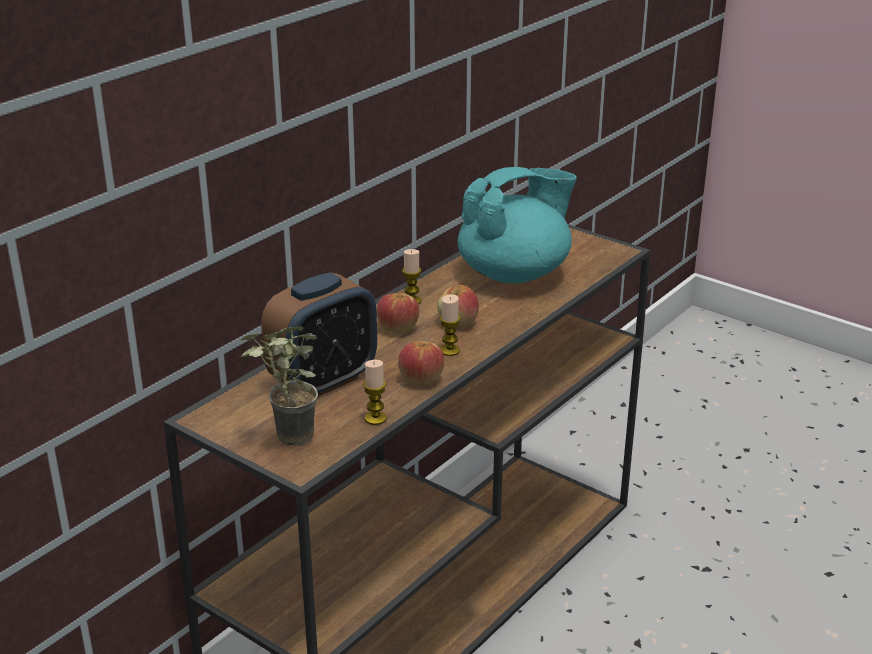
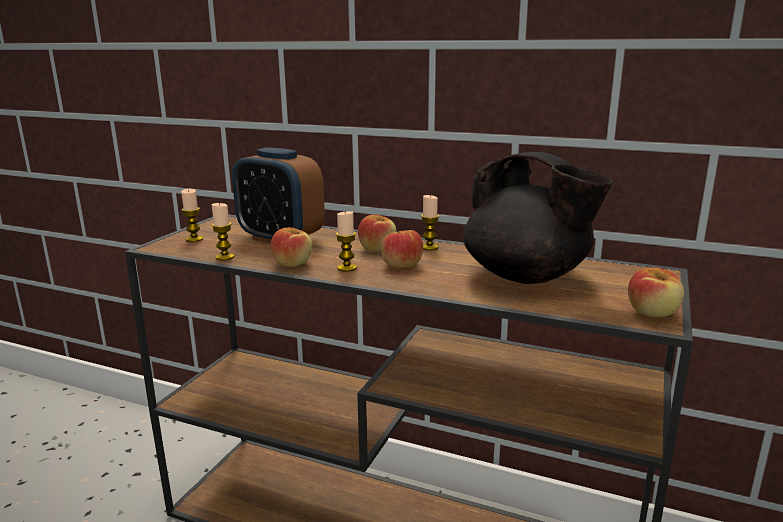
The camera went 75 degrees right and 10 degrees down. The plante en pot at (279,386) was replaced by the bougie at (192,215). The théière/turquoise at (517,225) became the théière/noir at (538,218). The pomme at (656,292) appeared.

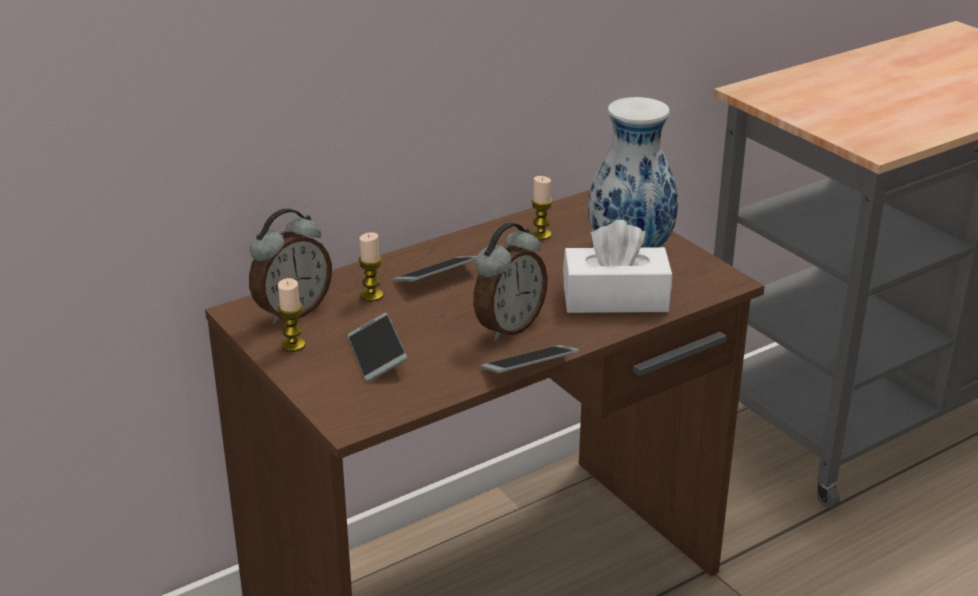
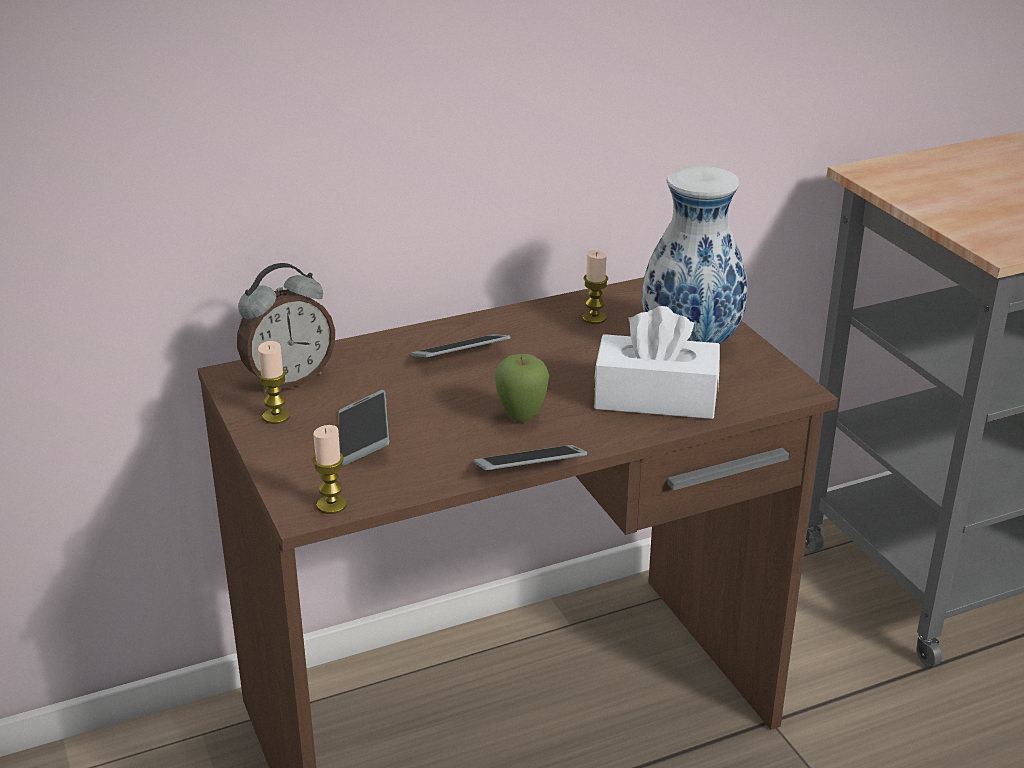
The camera went 10 degrees right and 0 degrees up. The bougie moved from (370,266) to (329,469). The réveil at (510,281) was replaced by the pomme at (522,388).

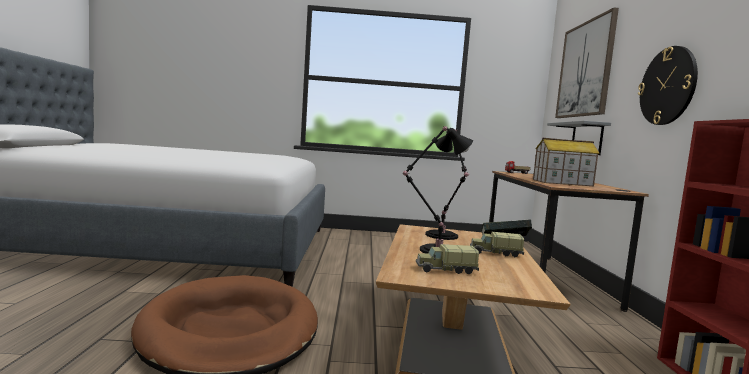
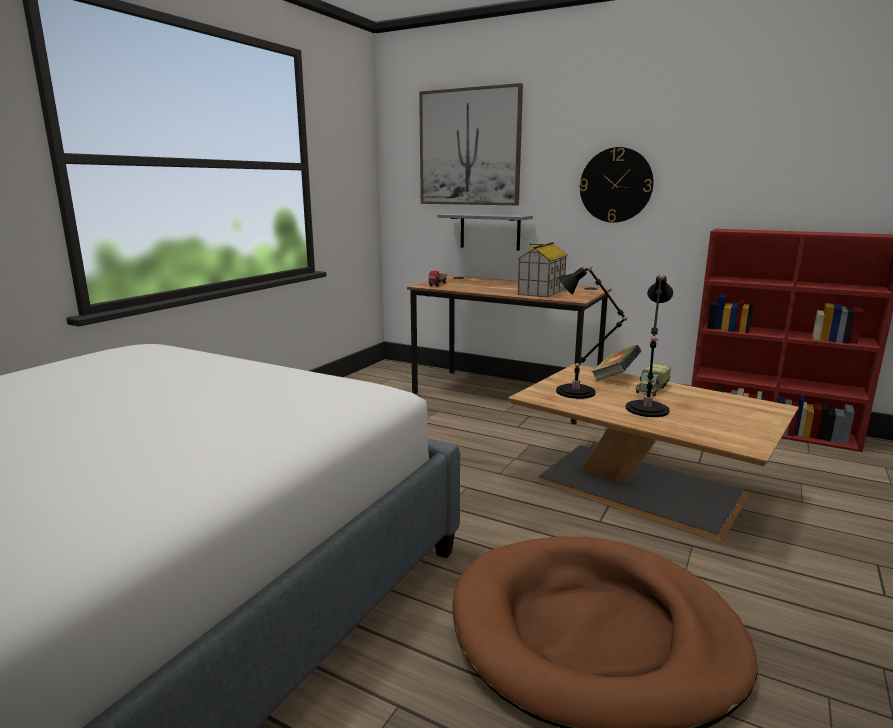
The camera went 60 degrees left and 10 degrees up. The camion jouet at (447,259) disappeared.

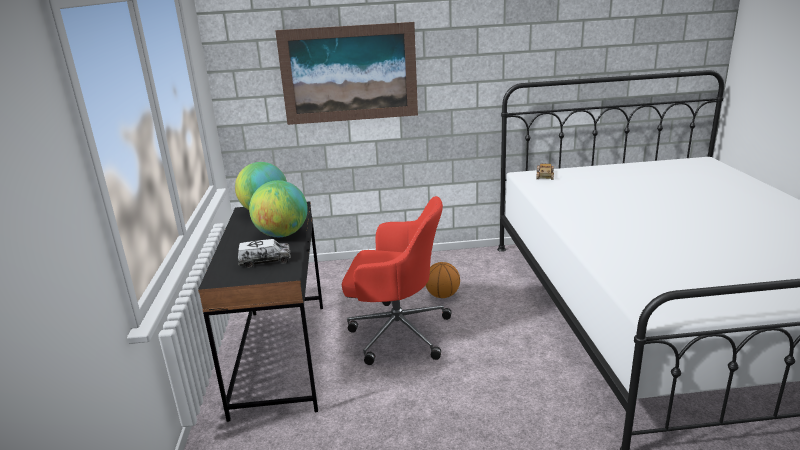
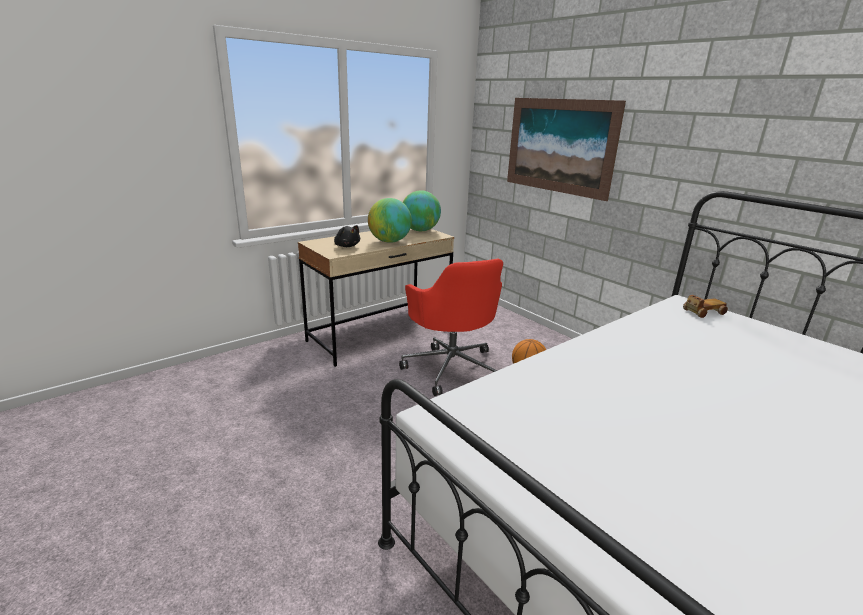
The camera went 55 degrees right and 0 degrees up. The bureau/noir at (260,312) became the bureau/beige at (376,297). The camion jouet at (264,253) was replaced by the peluche/noir at (347,236).

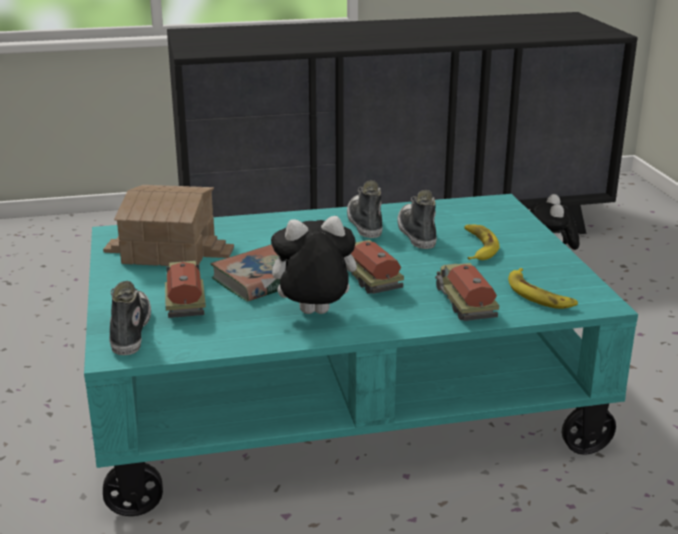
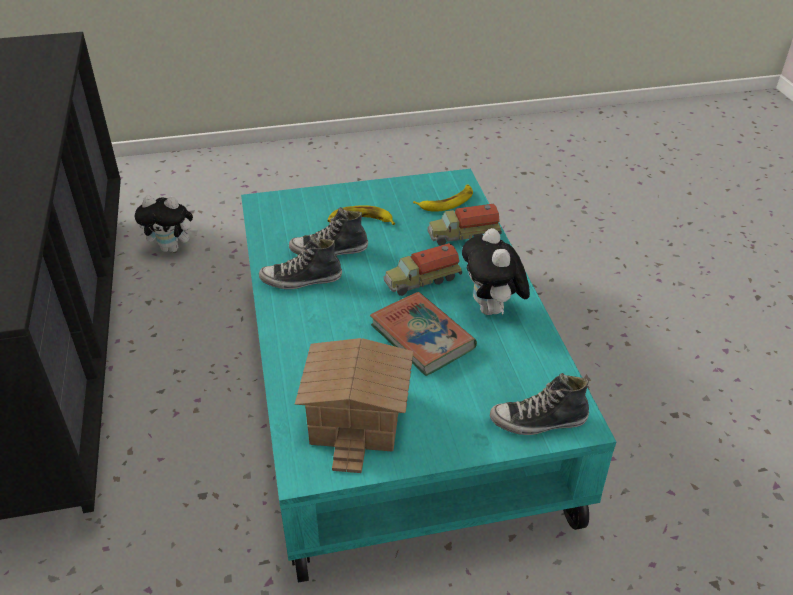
The camera went 90 degrees left and 15 degrees up. The camion jouet at (185,289) disappeared.

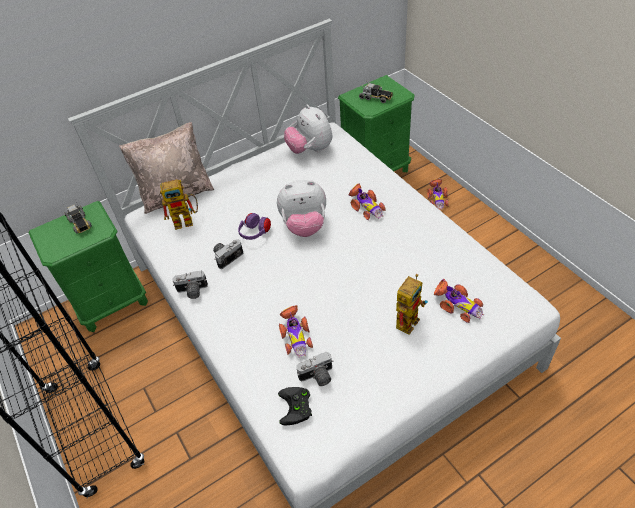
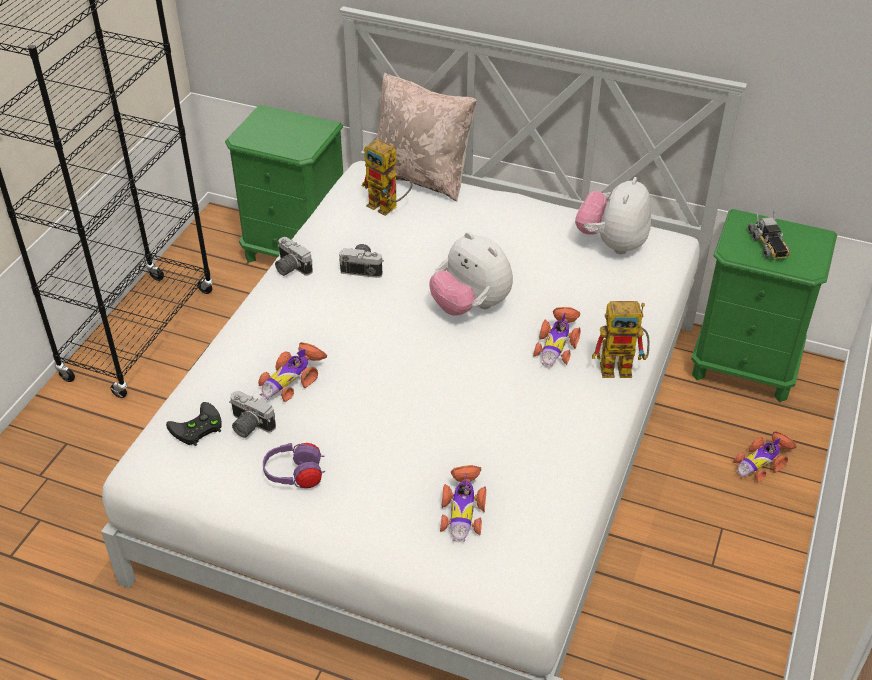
The camera went 50 degrees right and 5 degrees down. The casque audio/violet moved from (254,226) to (294,465). The robot jouet moved from (412,304) to (620,339). The camion jouet at (77,216) disappeared.

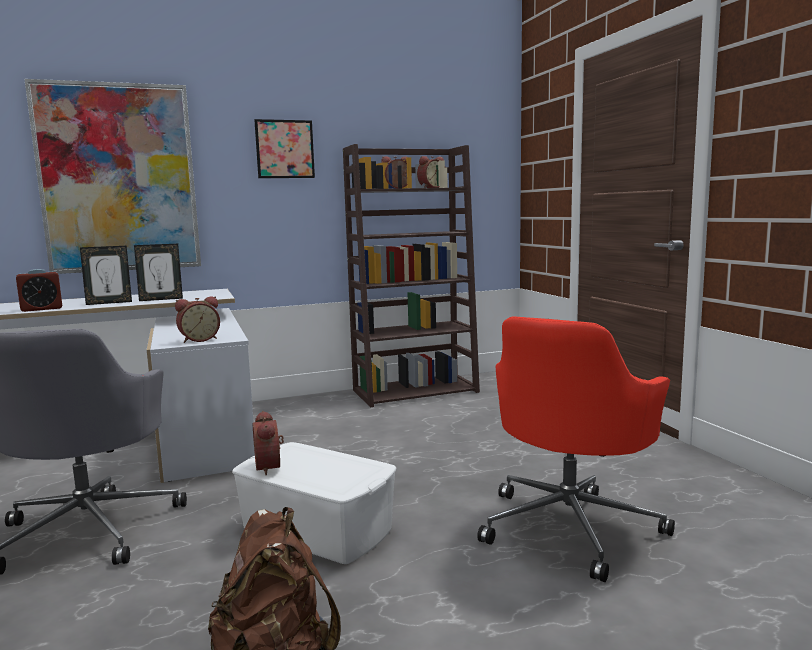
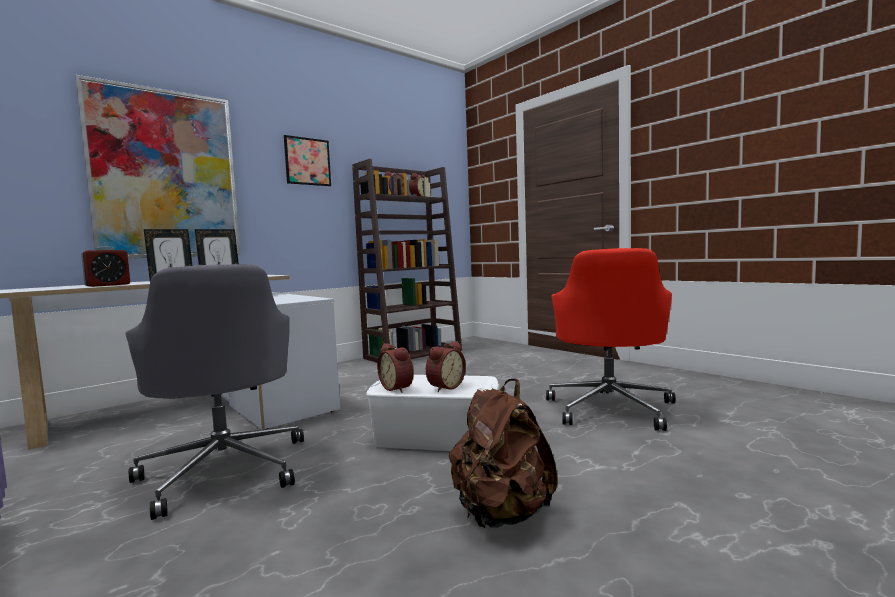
The camera went 20 degrees left and 5 degrees down. The réveil moved from (197,319) to (446,366).

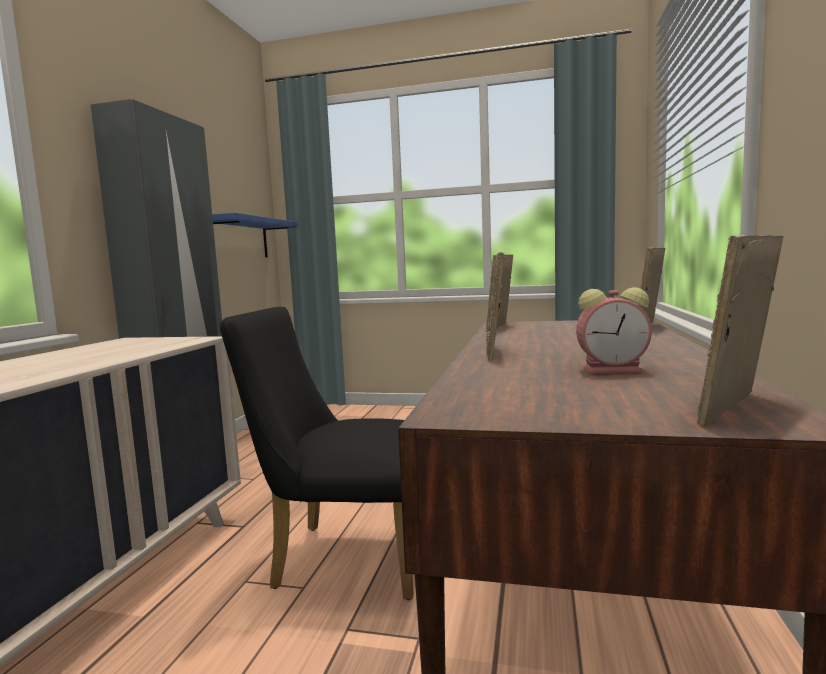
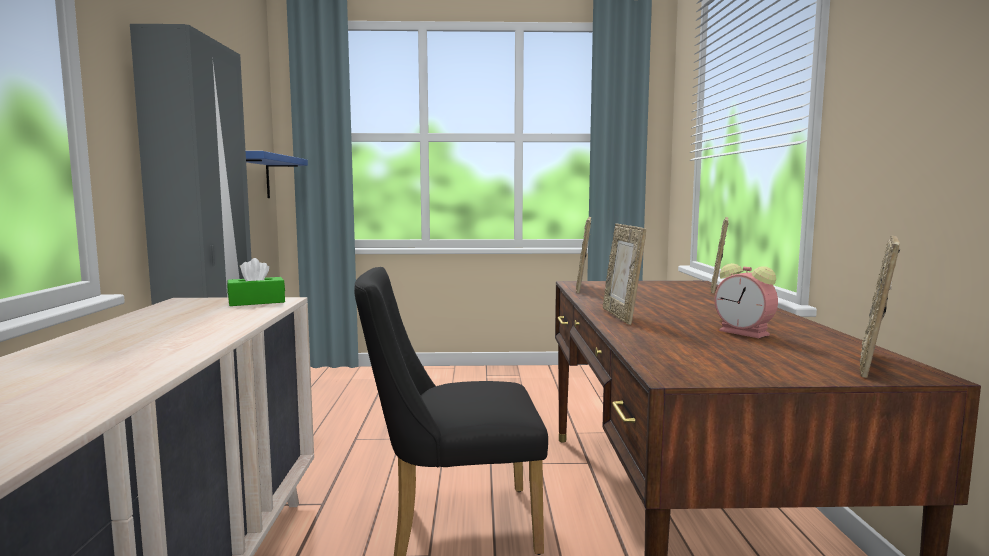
The camera went 15 degrees left and 0 degrees up. The boîte à mouchoirs/vert at (256,282) appeared. The réveil at (614,330) turned 60 degrees clockwise.

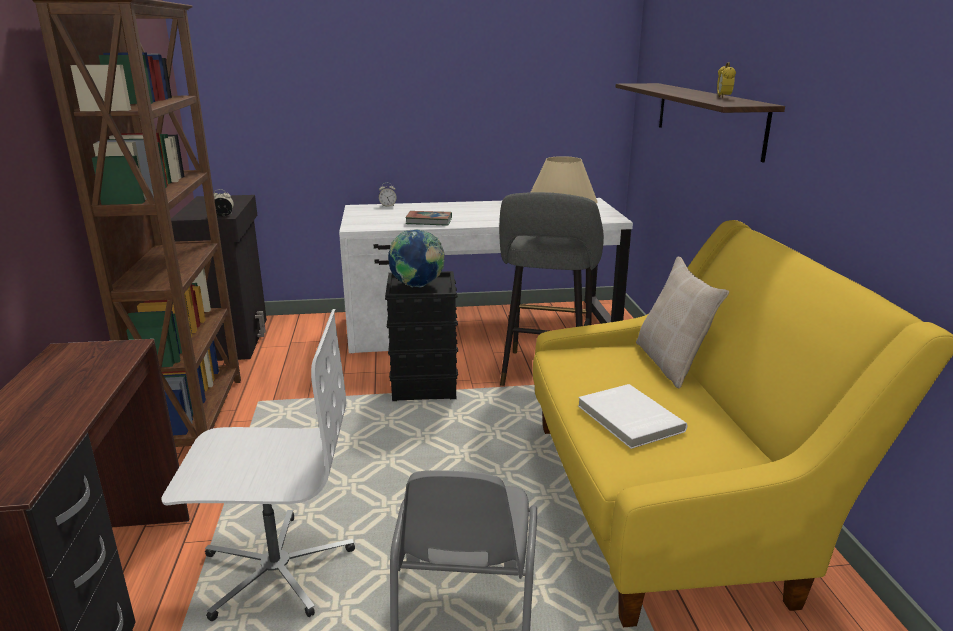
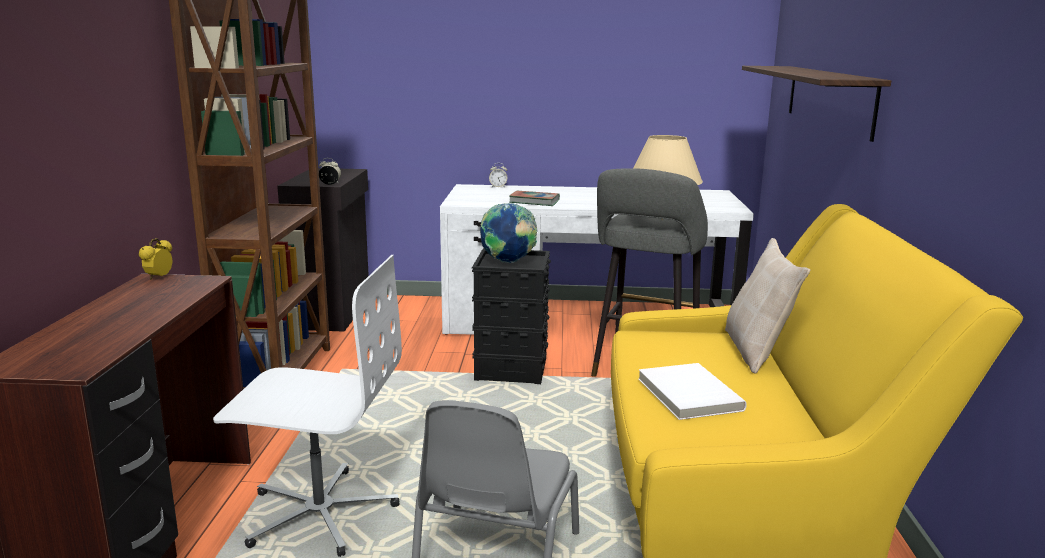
The camera went 10 degrees right and 5 degrees down. The réveil moved from (726,81) to (156,259).

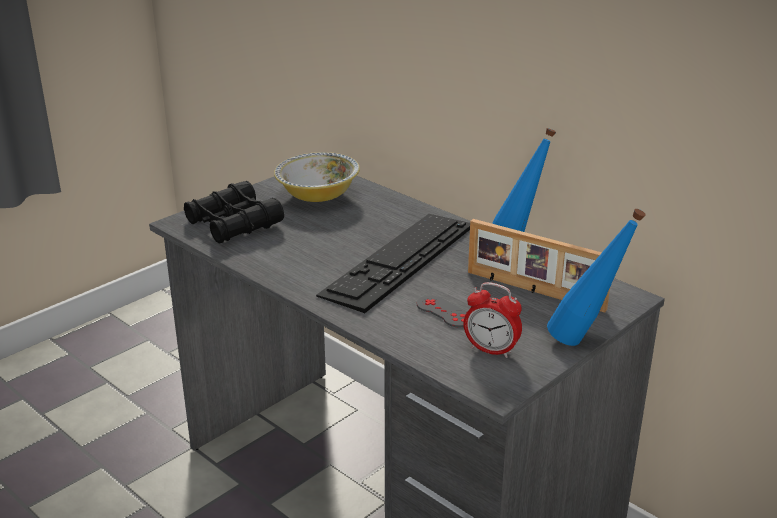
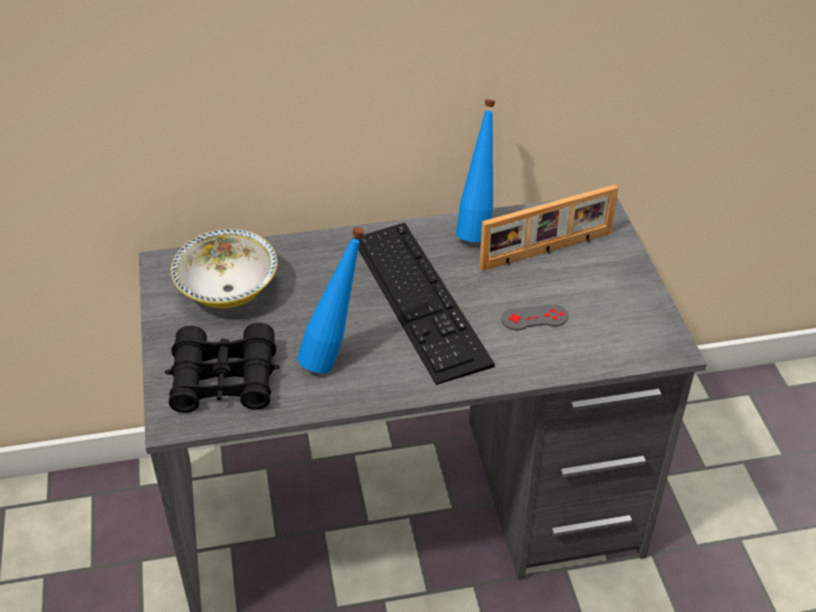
The camera went 55 degrees left and 15 degrees up. The bouteille/bleu moved from (596,277) to (331,300). The réveil at (493,320) disappeared.

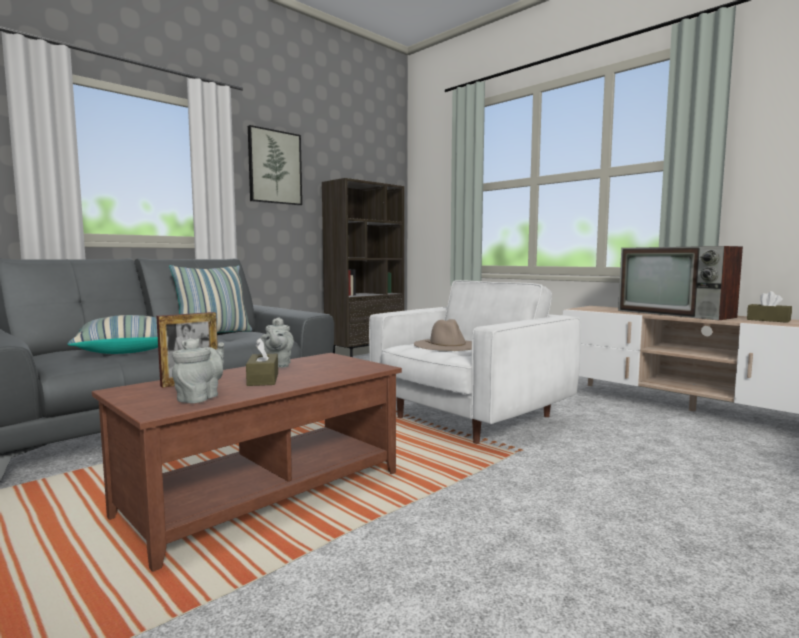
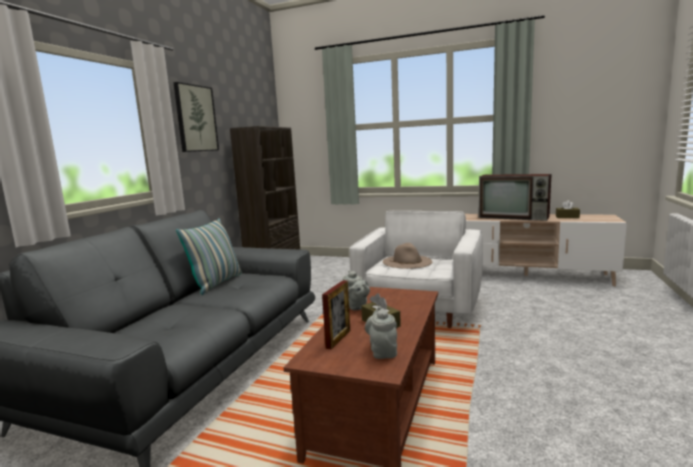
The camera went 25 degrees left and 5 degrees up. The coussin at (112,334) disappeared.

